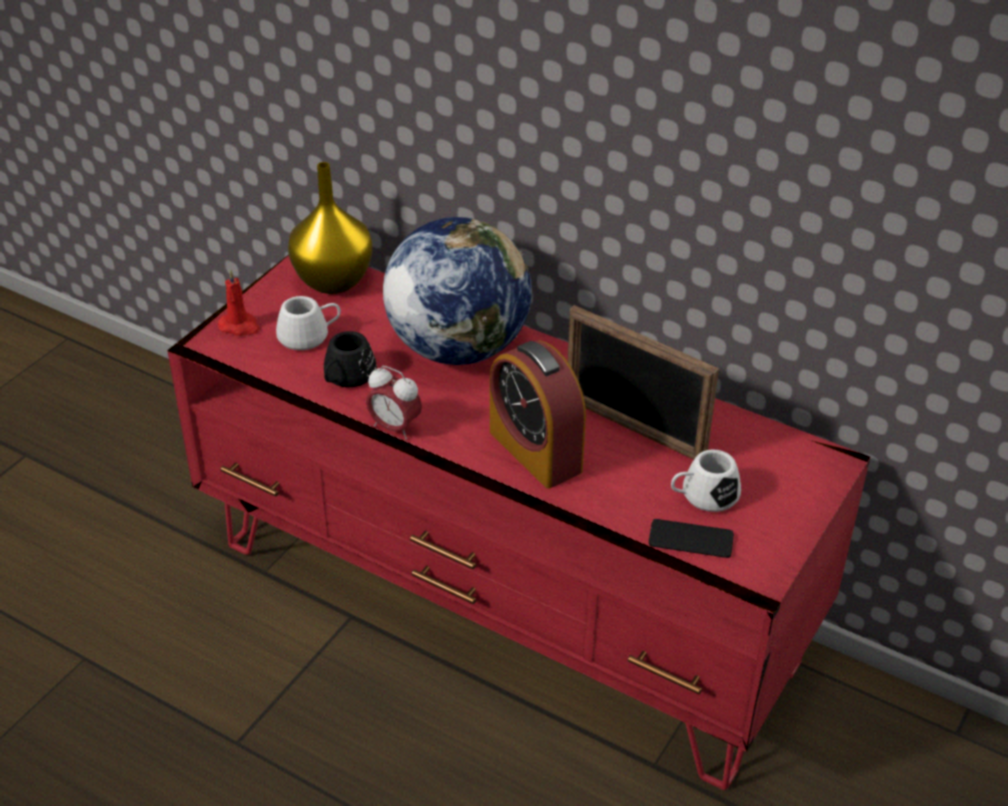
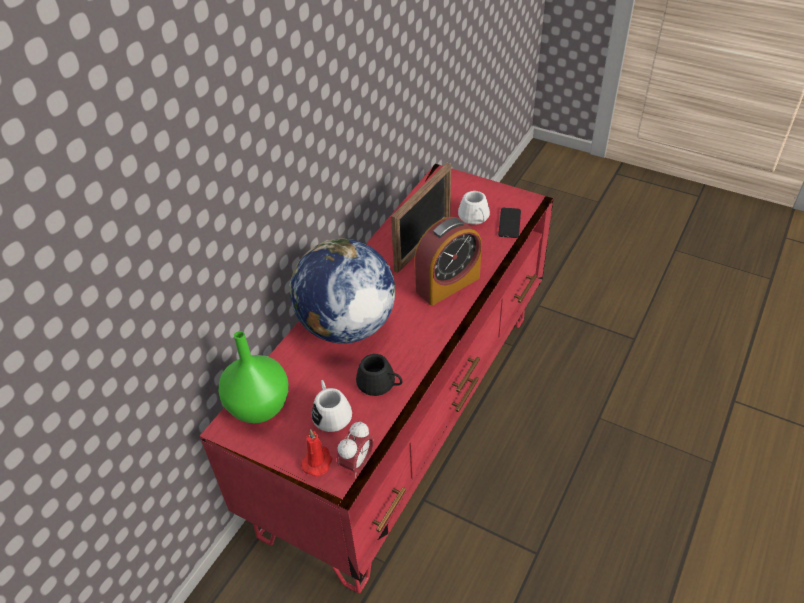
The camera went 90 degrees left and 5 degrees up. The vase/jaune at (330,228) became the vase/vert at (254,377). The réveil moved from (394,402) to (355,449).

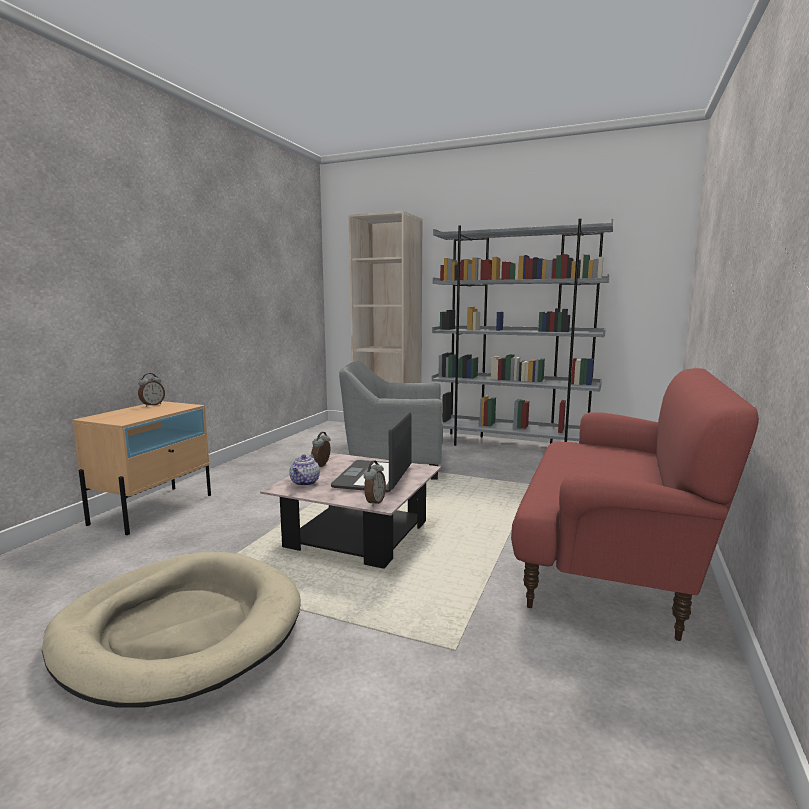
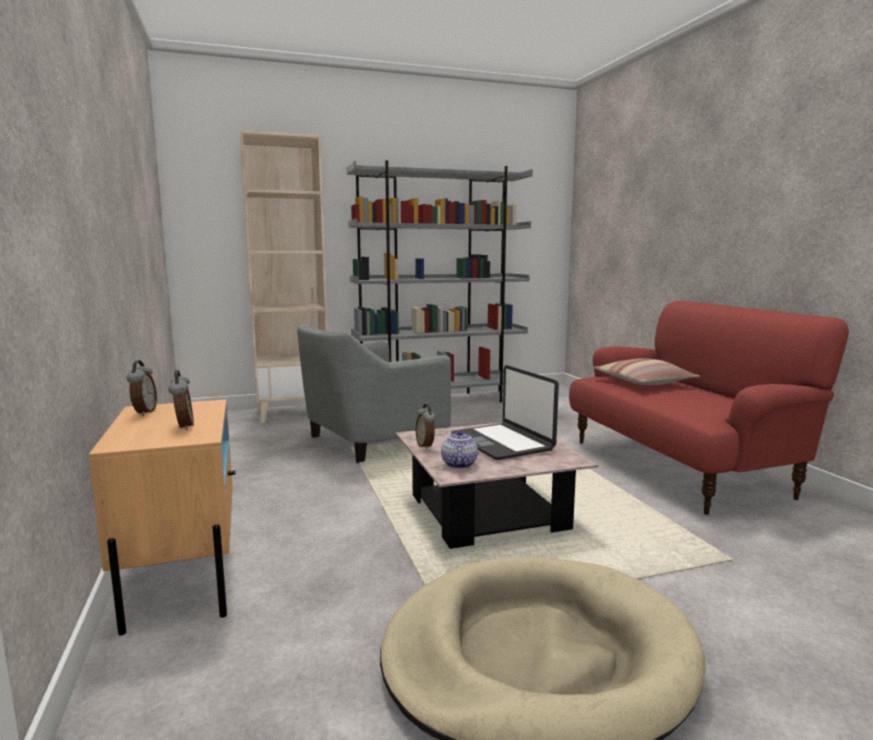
The camera went 40 degrees left and 0 degrees up. The réveil moved from (374,483) to (181,400). The théière at (304,470) turned 150 degrees counterclockwise. The coussin at (646,371) appeared.

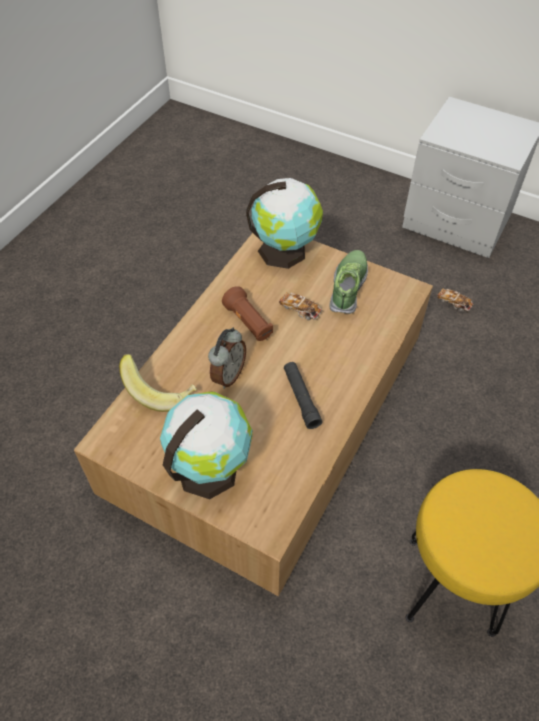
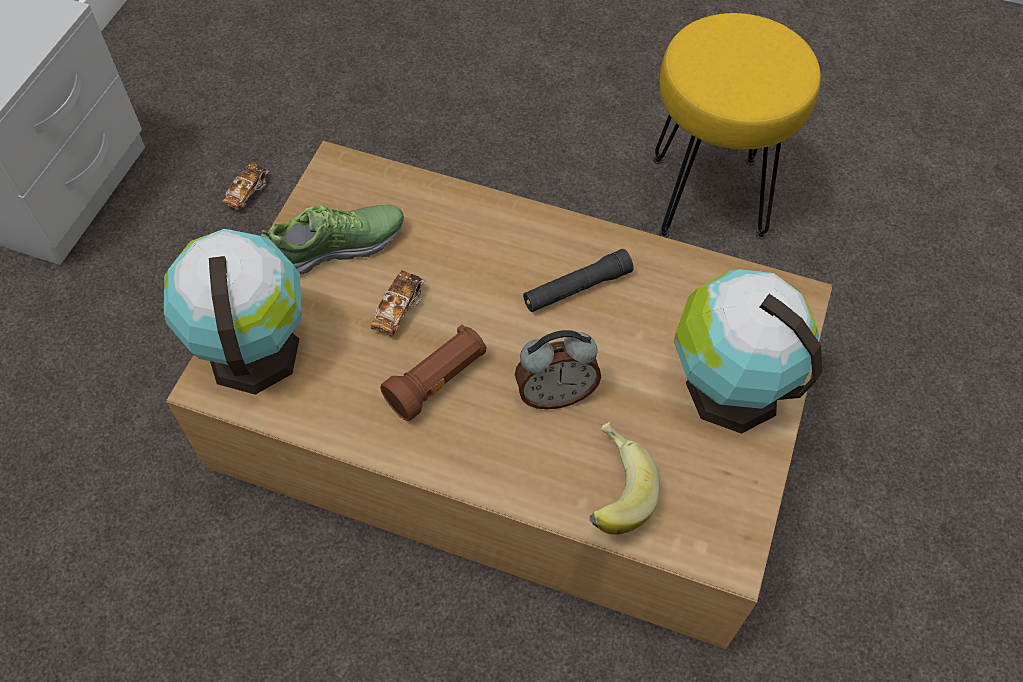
The camera went 100 degrees left and 5 degrees up. The chaussure at (348,282) turned 150 degrees clockwise. The réveil at (227,358) turned 150 degrees clockwise.

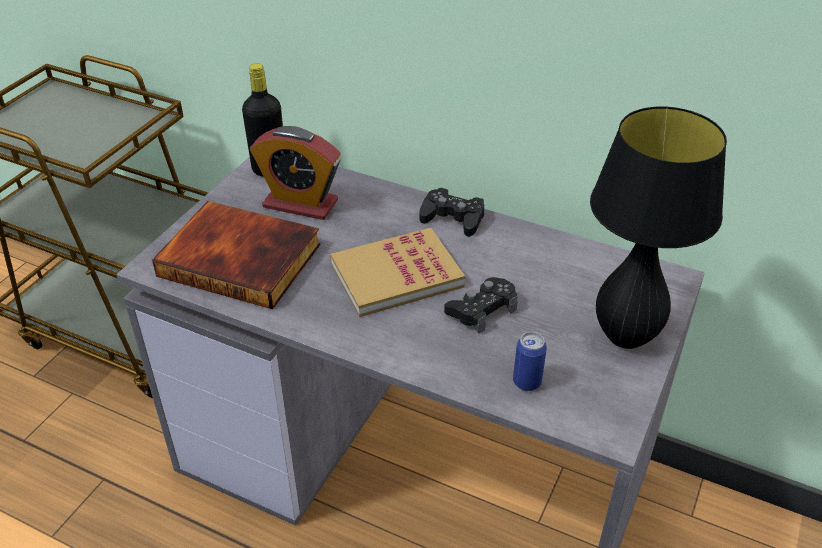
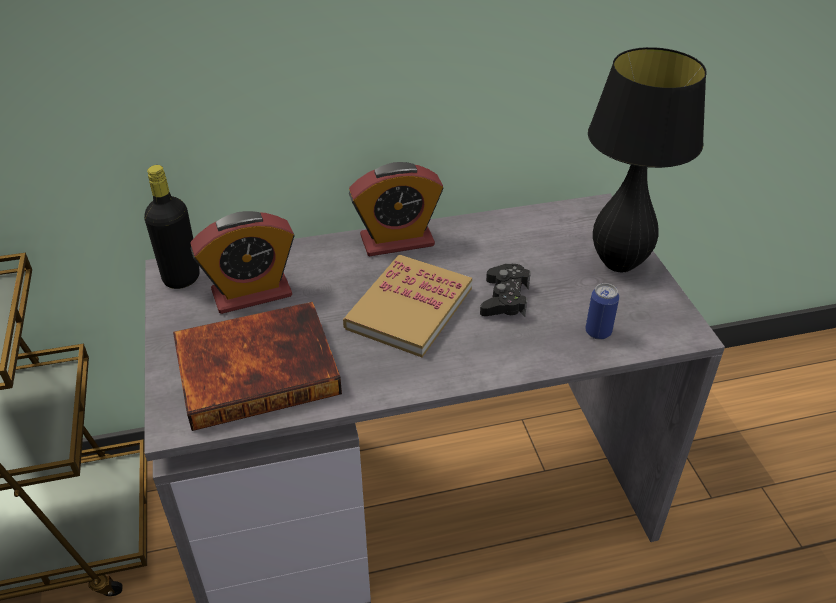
The camera went 40 degrees left and 0 degrees up. The manette/noir at (452,212) was replaced by the réveil at (396,209).

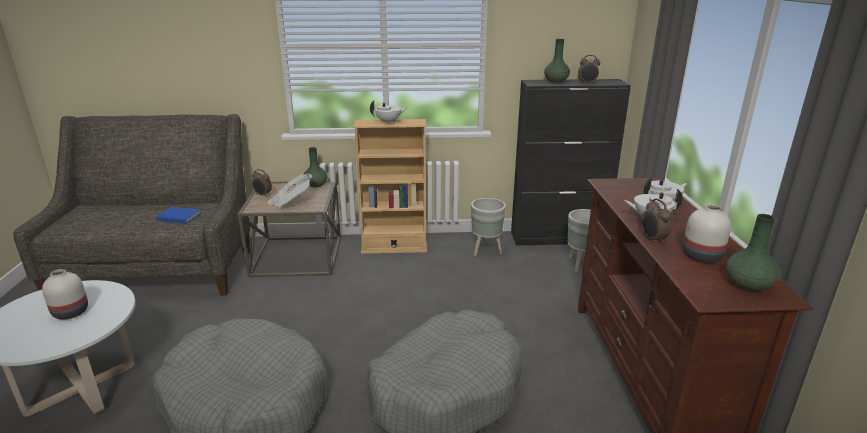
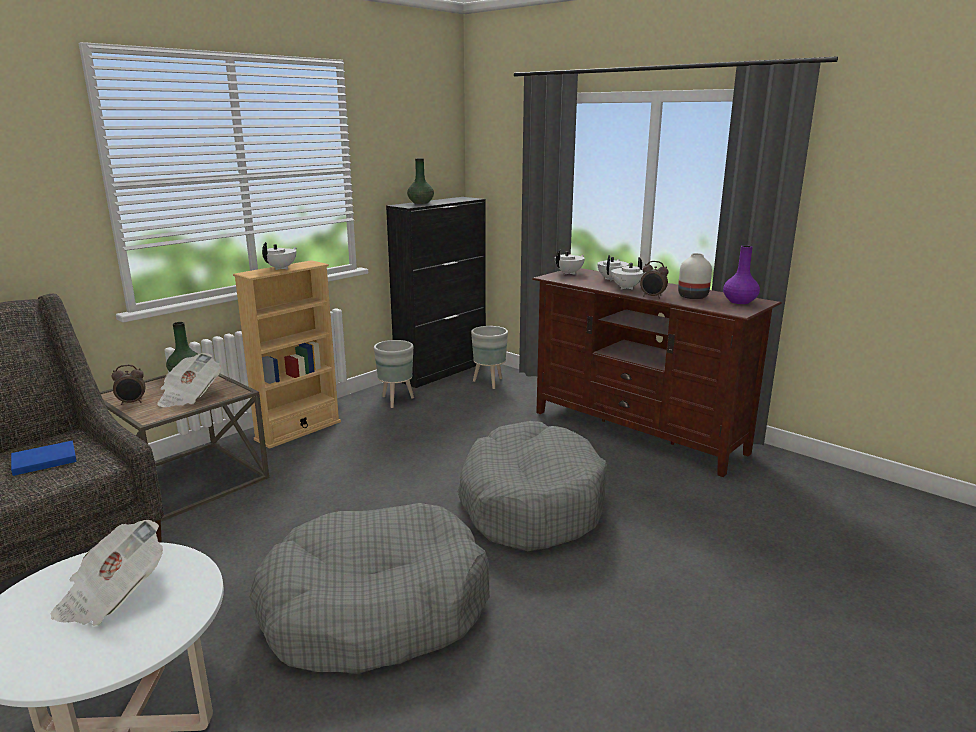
The camera went 45 degrees left and 5 degrees down. The vase/blanc at (65,294) was replaced by the journal at (107,573). The théière/blanc at (570,262) appeared. The vase/vert at (752,252) became the vase/violet at (741,274). The réveil at (589,69) disappeared.

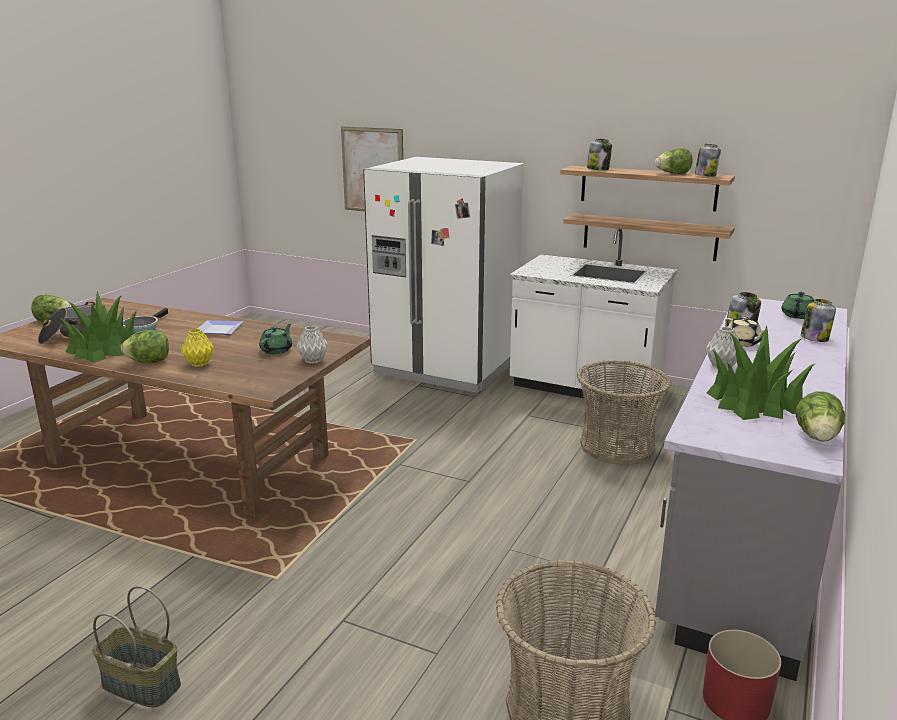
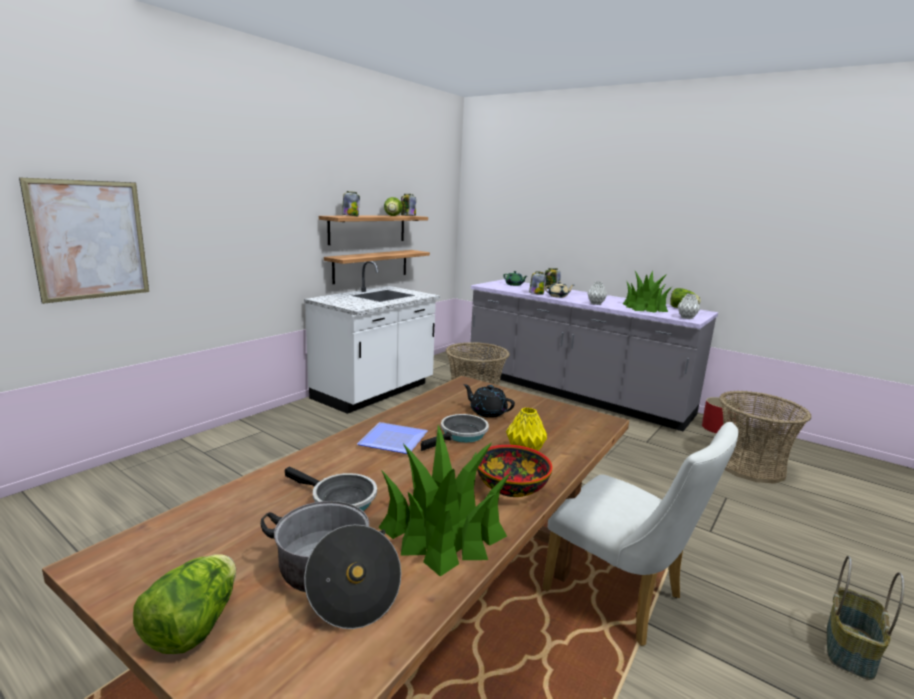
The camera went 80 degrees left and 5 degrees down. The poêle at (455,432) appeared. The théière/vert at (275,339) became the théière/noir at (489,401). The laitue at (145,346) was replaced by the bol at (515,471). The chaise/blanc at (640,534) appeared. The vase/gris moved from (312,345) to (688,306). The réfrigérateur/blanc at (443,275) disappeared.

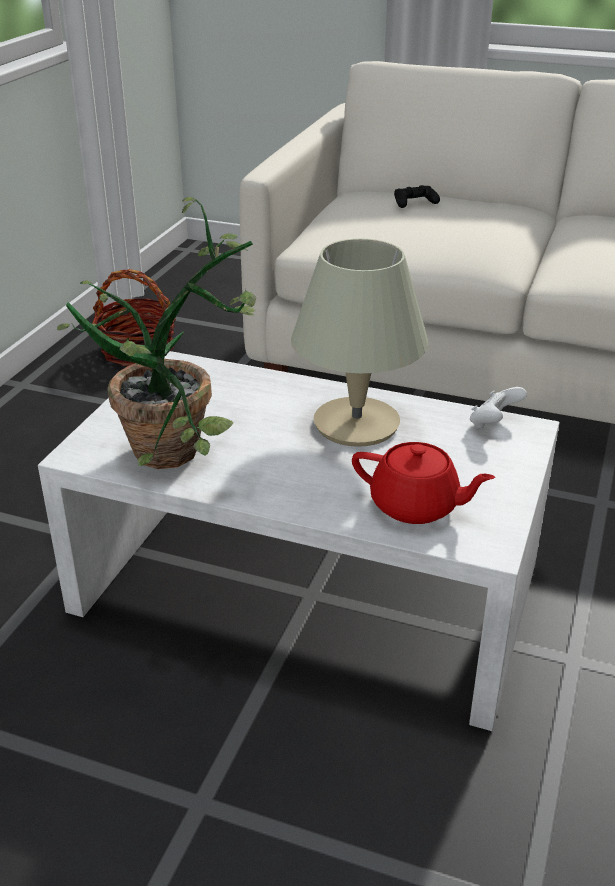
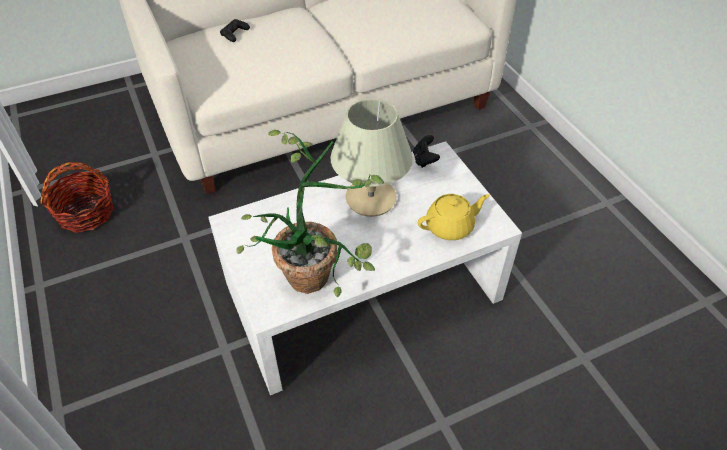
The camera went 45 degrees left and 15 degrees up. The manette/blanc at (498,408) became the manette/noir at (426,151). The théière/rouge at (423,483) became the théière/jaune at (454,217).

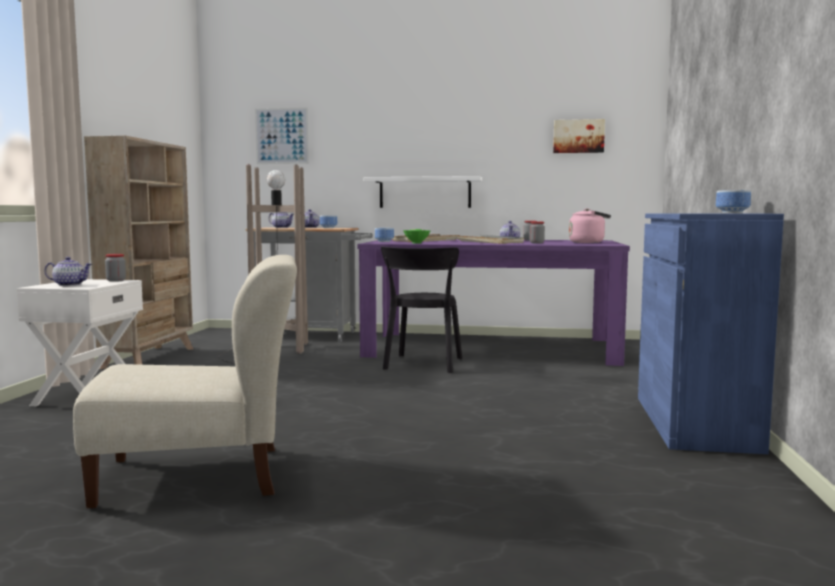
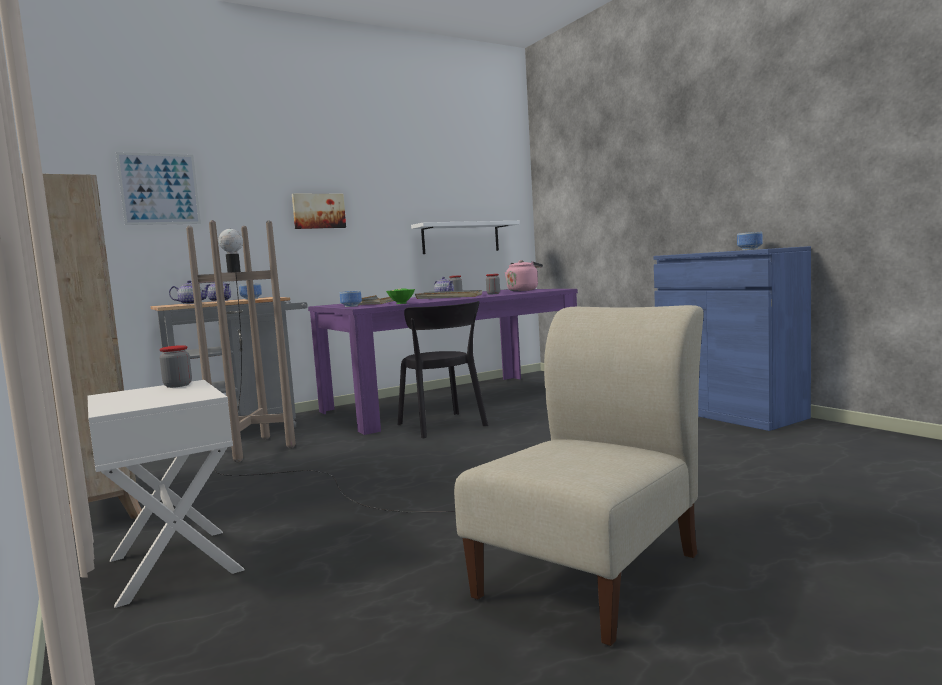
The camera went 40 degrees left and 0 degrees up. The tableau moved from (579,136) to (319,211). The étagère/blanc moved from (422,192) to (465,237). The théière at (68,271) disappeared.

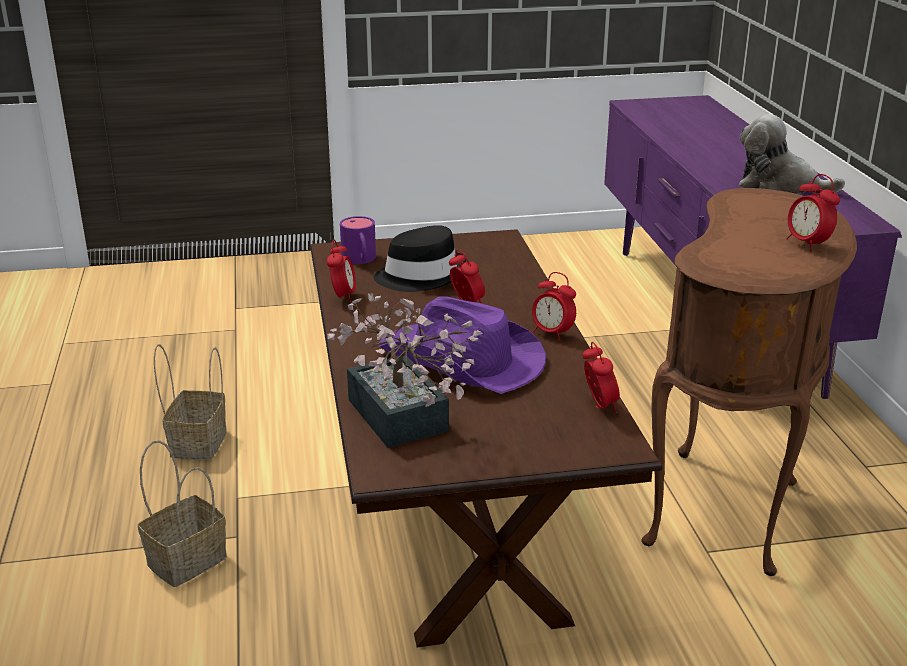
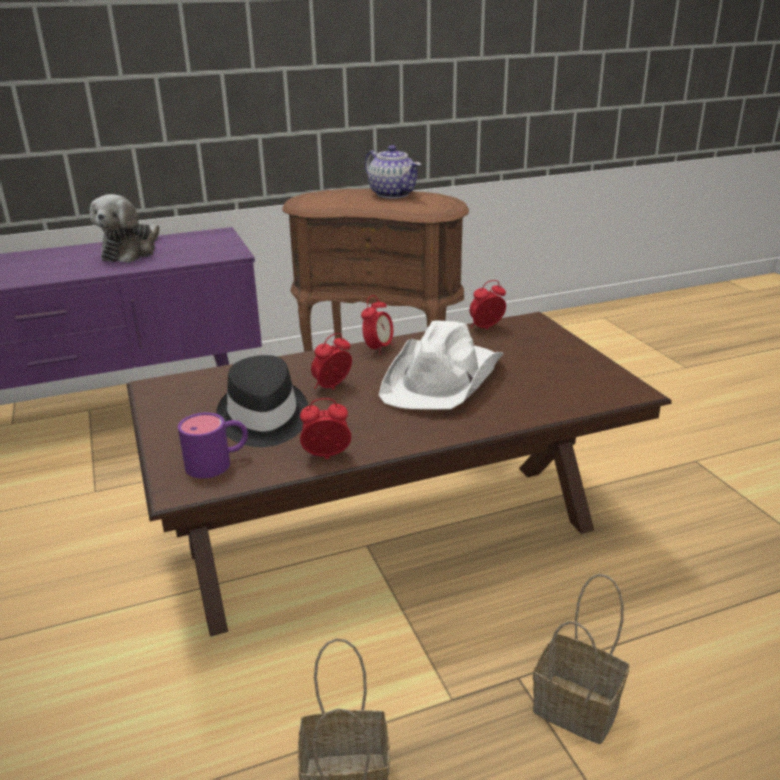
The camera went 100 degrees left and 0 degrees up. The réveil at (813,213) was replaced by the théière at (393,172). The chapeau/violet at (462,345) became the chapeau/blanc at (441,364). The plante en pot at (405,370) disappeared.

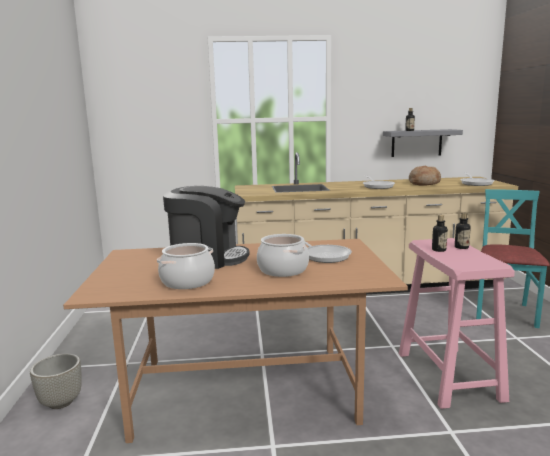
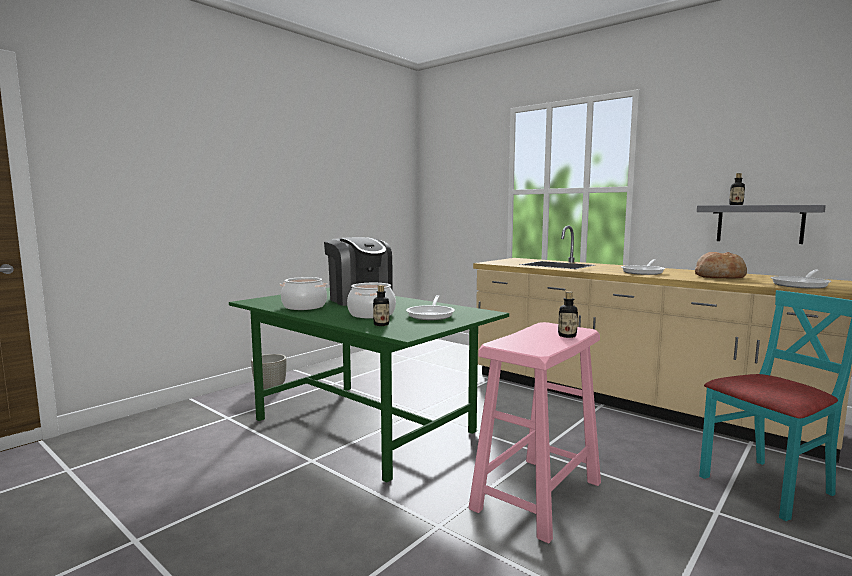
The camera went 45 degrees right and 5 degrees down. The table à manger/marron at (235,341) became the table à manger/vert at (369,385). The bouteille moved from (440,233) to (381,305).

